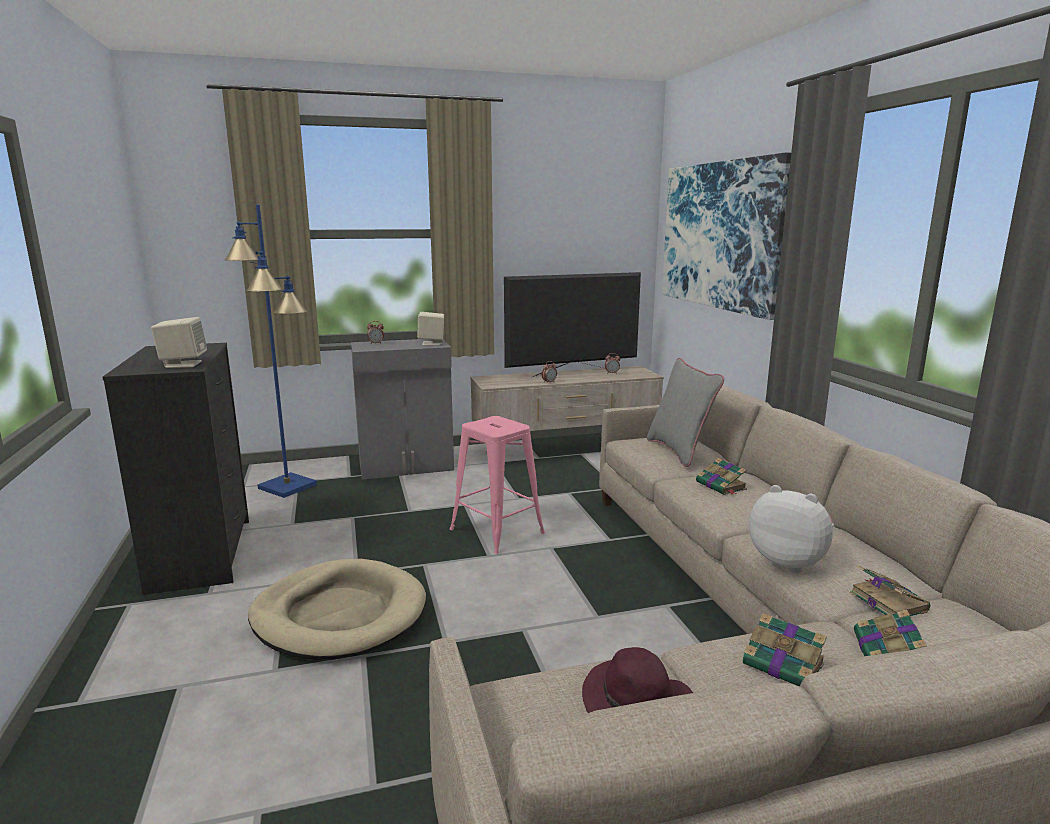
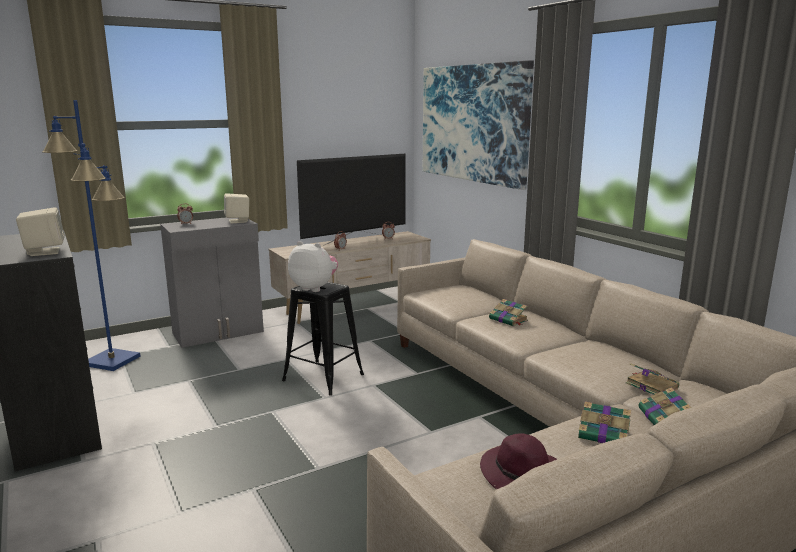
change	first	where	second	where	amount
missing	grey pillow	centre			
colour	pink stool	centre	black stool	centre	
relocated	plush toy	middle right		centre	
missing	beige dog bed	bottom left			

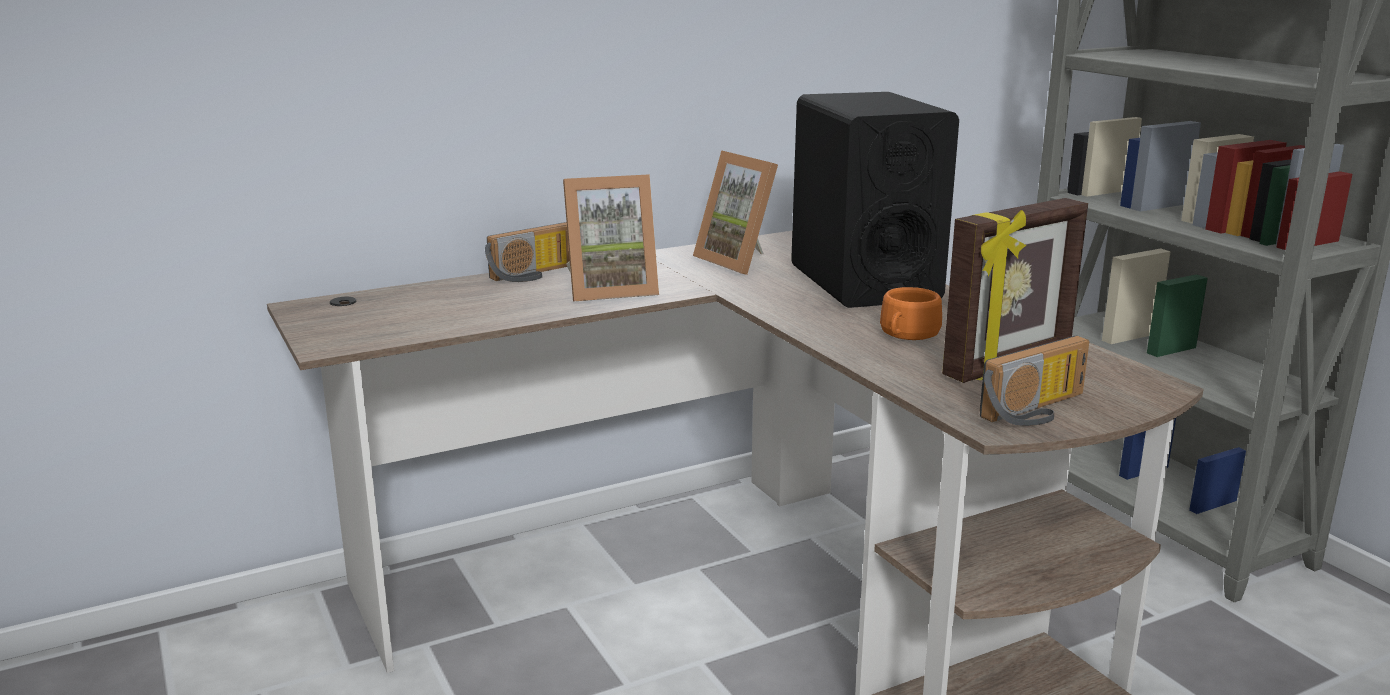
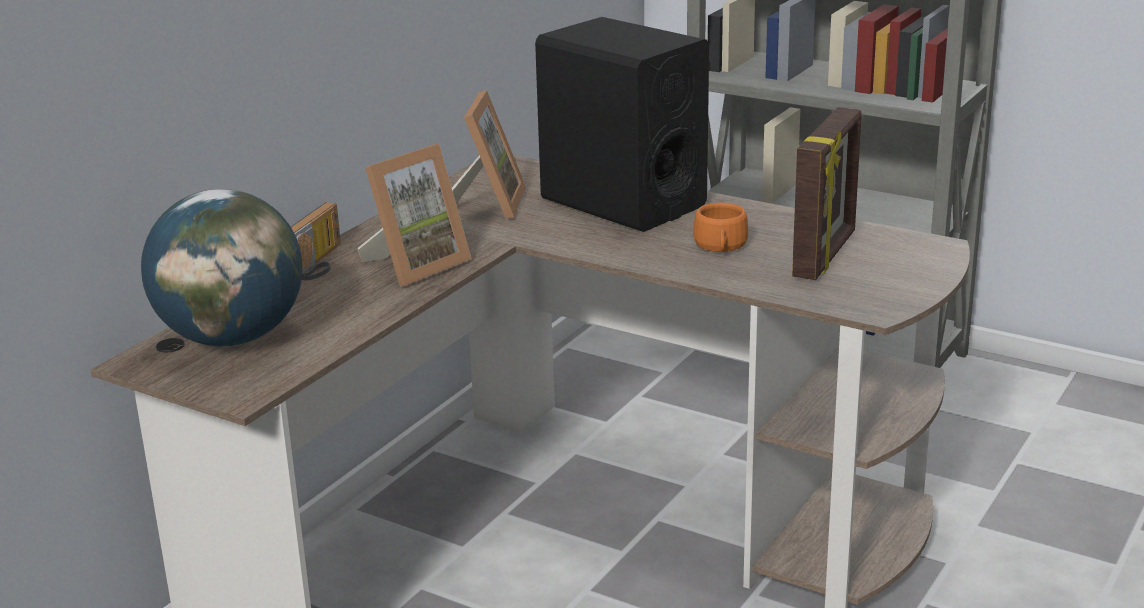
change	first	where	second	where	amount
spun	picture frame (no. 2 from left)	top centre		top centre	105 degrees counterclockwise
missing	radio (no. 2 from left)	middle right			
appeared			globe	middle left	

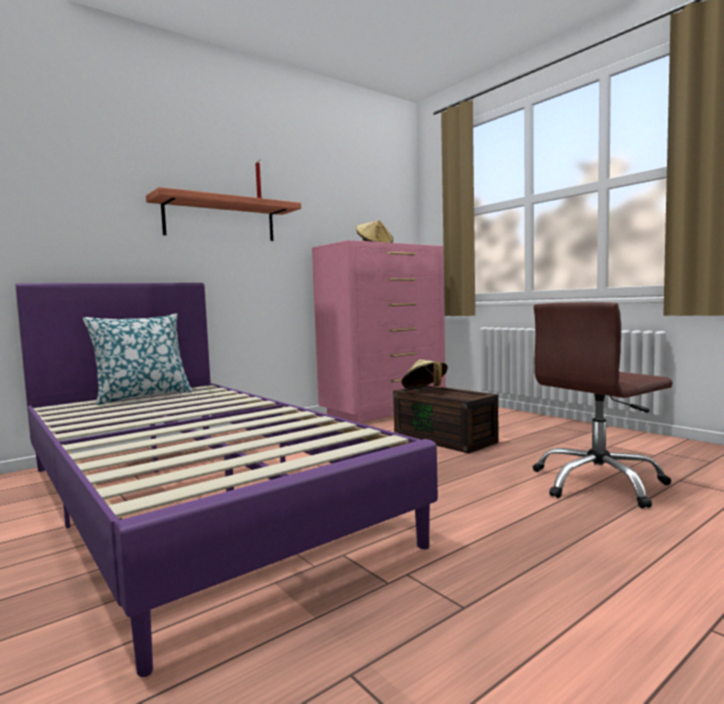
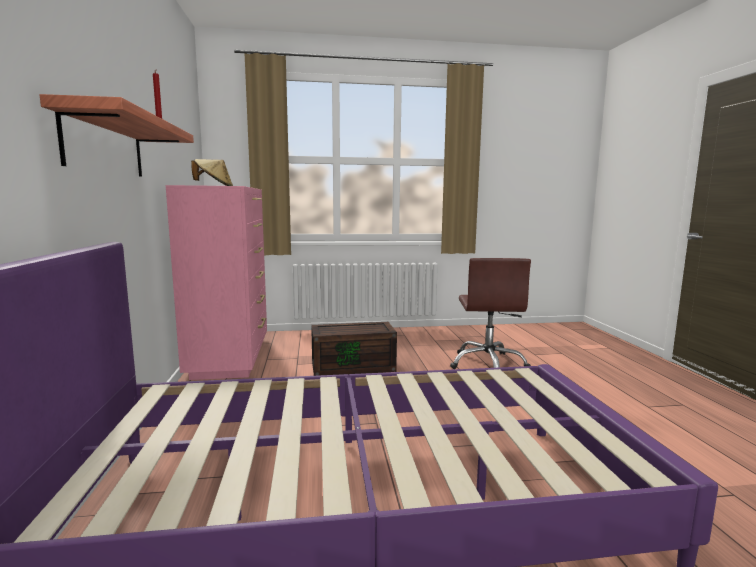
change	first	where	second	where	amount
missing	pillow	middle left			
missing	beige hat (no. 2 from left)	centre			

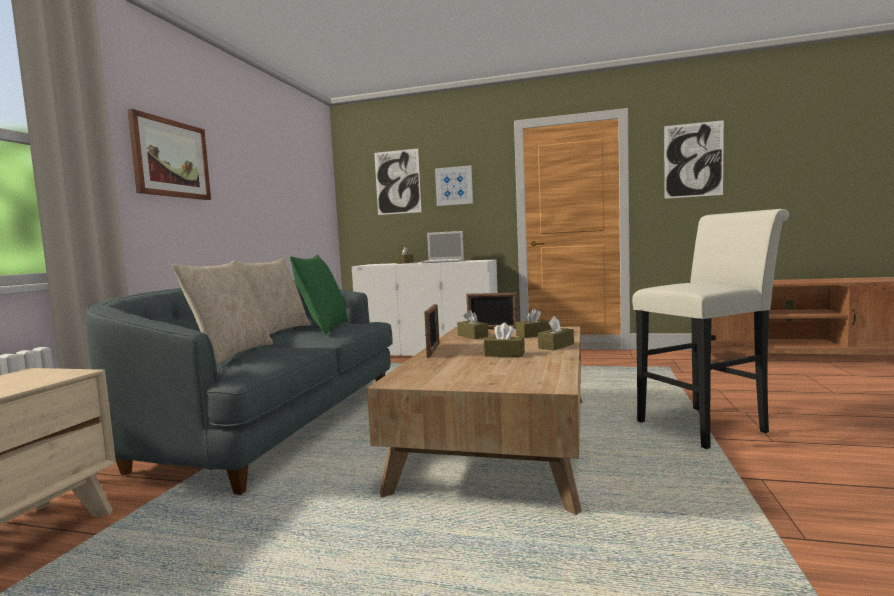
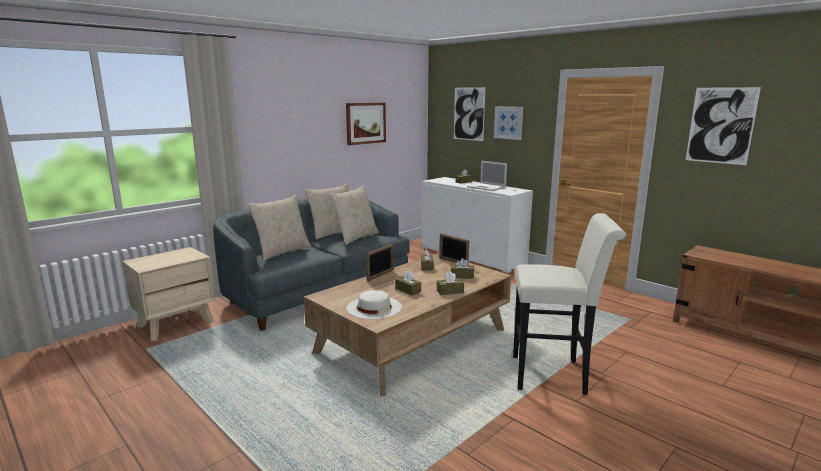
change	first	where	second	where	amount
relocated	picture (no. 1 from left)	top left		top centre	
colour	green pillow	centre	beige pillow (no. 3 from left)	centre	
appeared			white hat	centre	

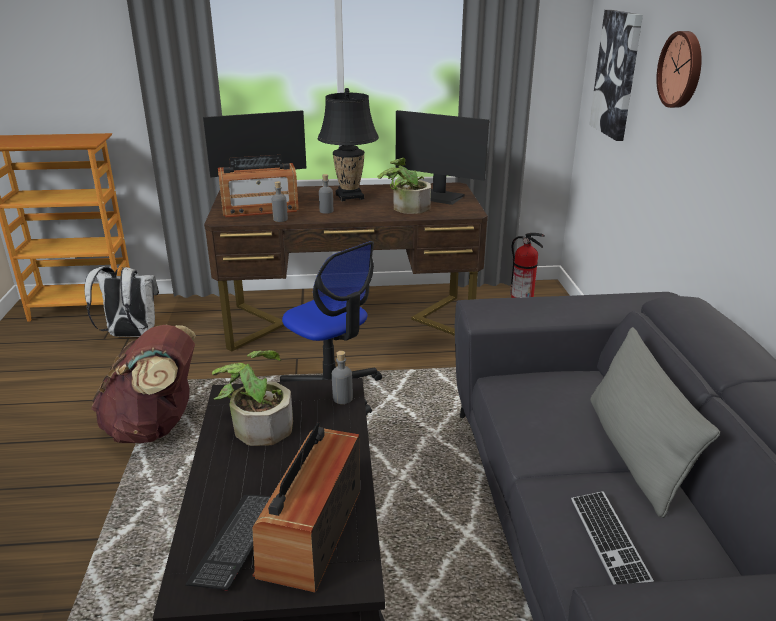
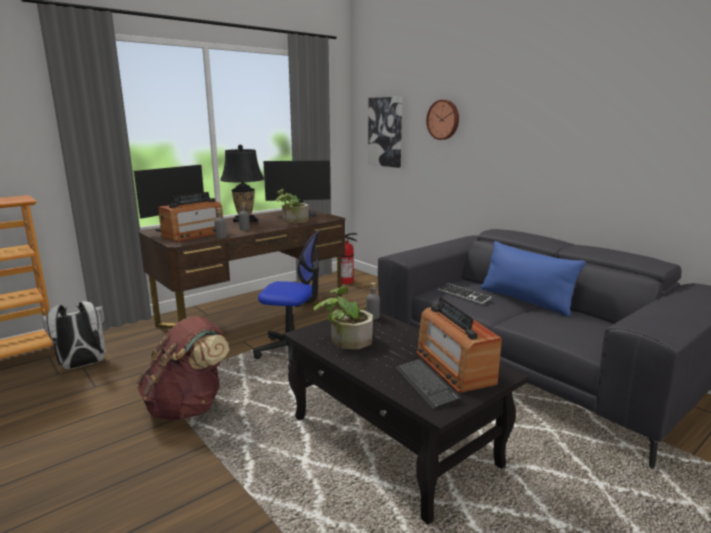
change	first	where	second	where	amount
colour	grey pillow	bottom right	blue pillow	middle right	
relocated	keyboard (no. 2 from left)	bottom right		centre	

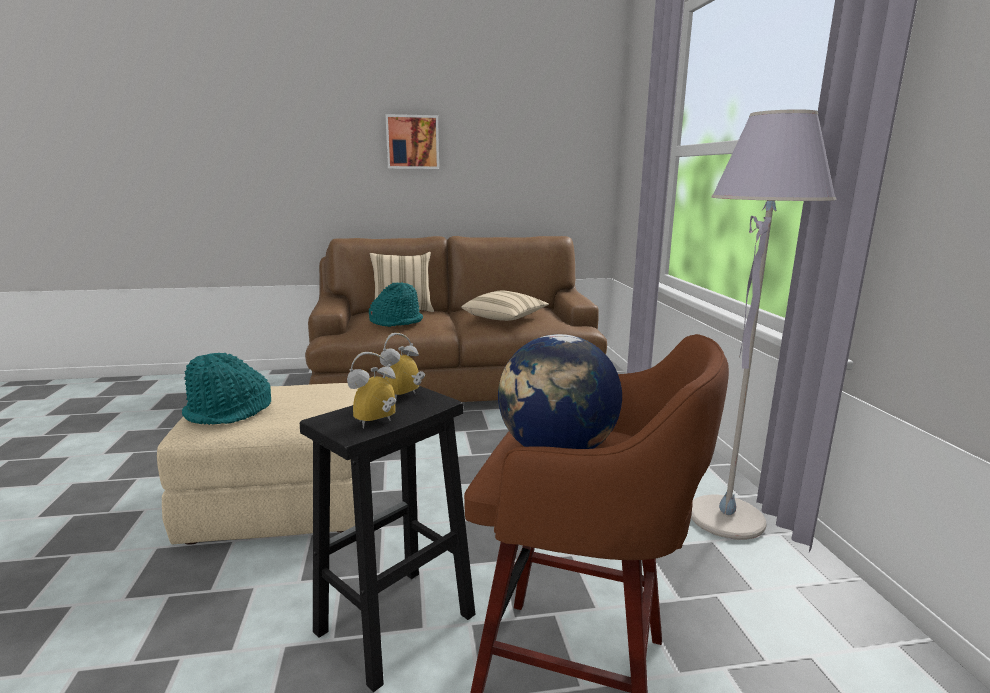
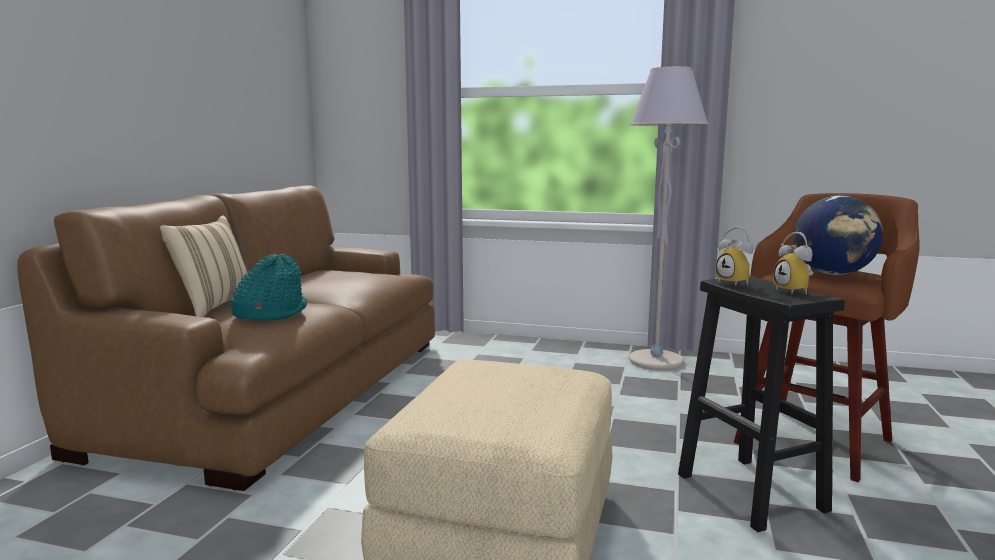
change	first	where	second	where	amount
missing	picture	top centre			
missing	beige pillow (no. 2 from left)	centre			
missing	turquoise hat (no. 1 from left)	middle left			

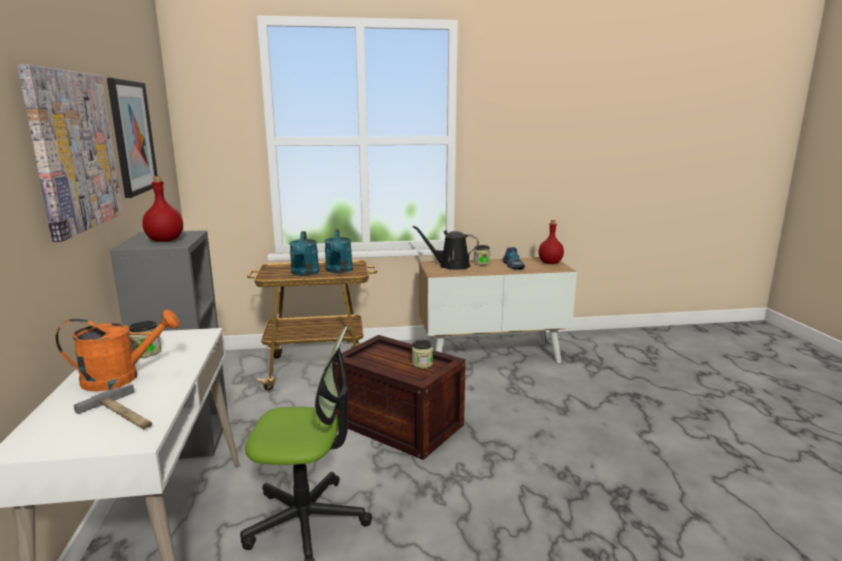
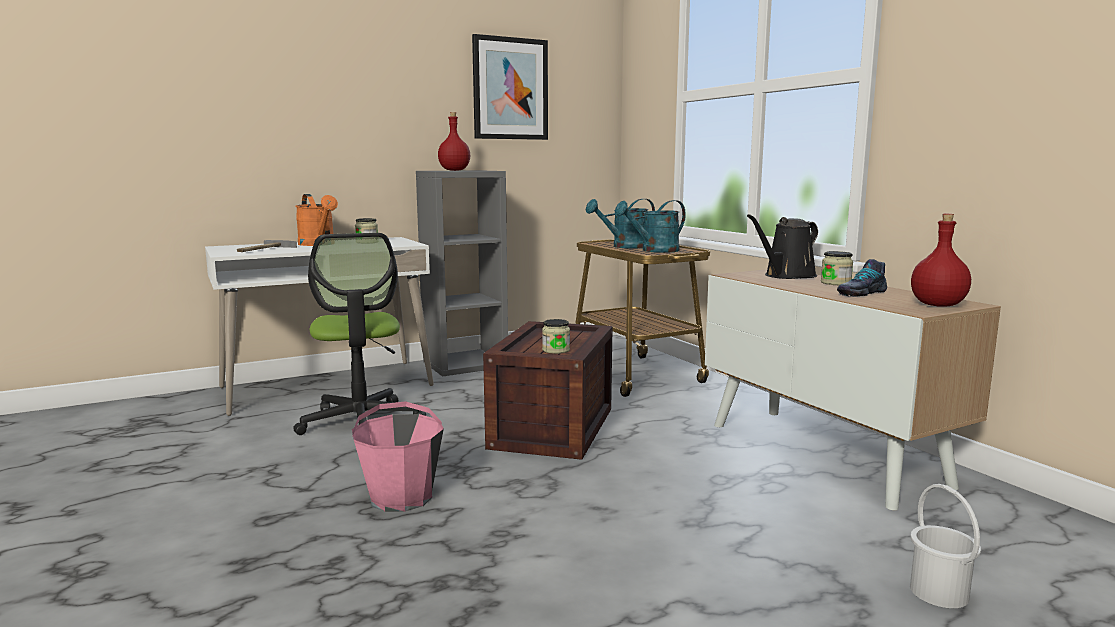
change	first	where	second	where	amount
missing	picture (no. 1 from left)	top left			
spun	black watering can	centre		middle right	120 degrees counterclockwise
appeared			pink bucket	bottom centre	
appeared			white bucket	bottom right	

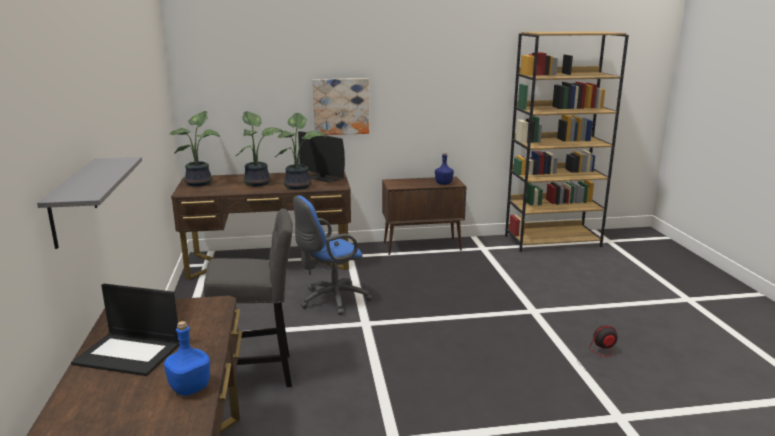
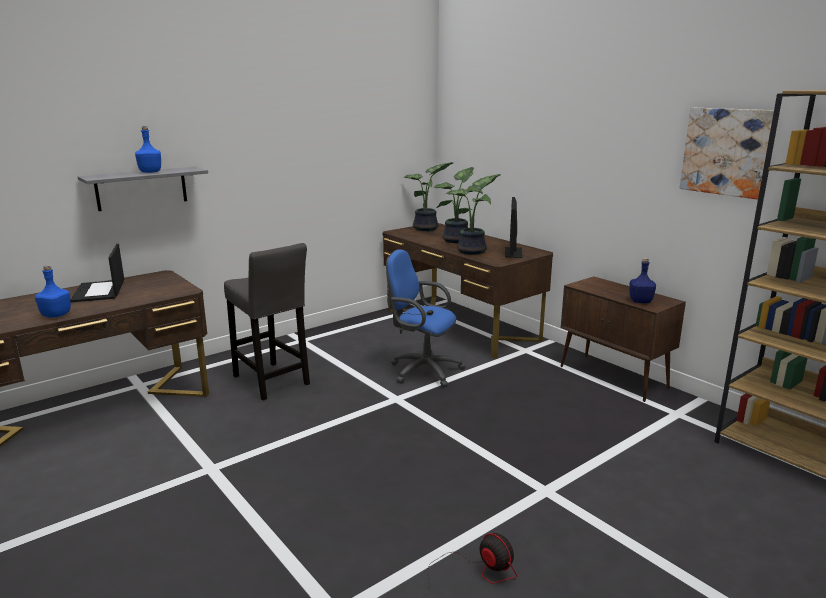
change	first	where	second	where	amount
relocated	picture	top centre		top right	
appeared			blue bottle (no. 2 from left)	top left	

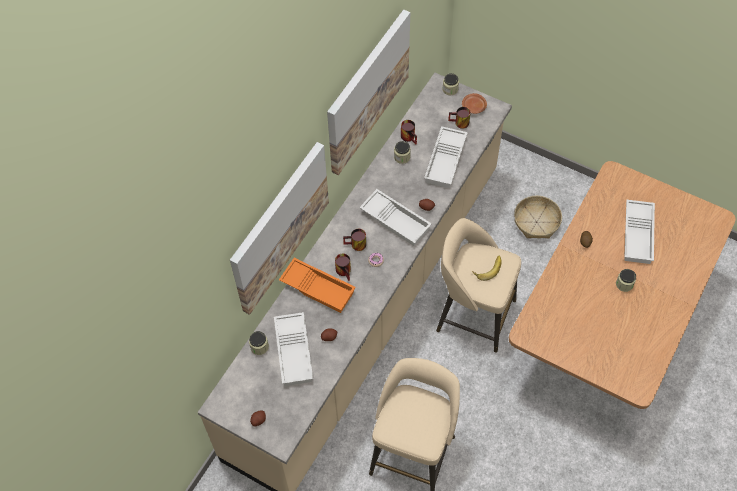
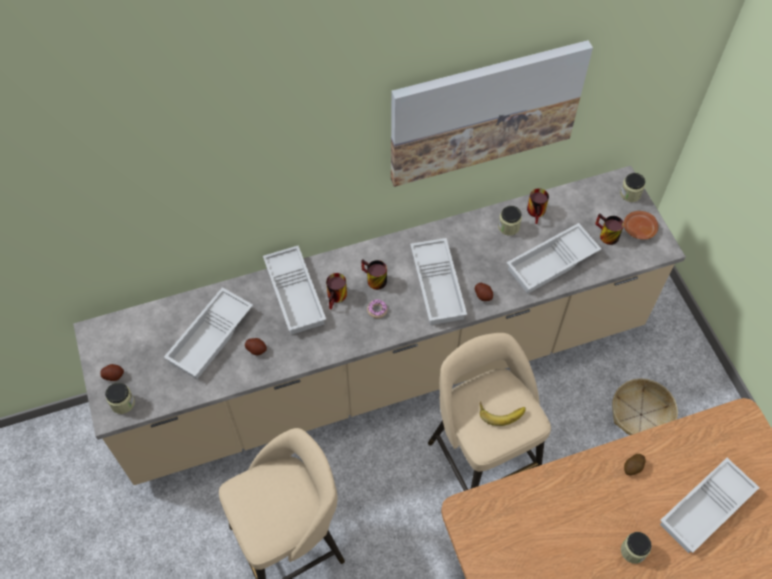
change	first	where	second	where	amount
missing	picture (no. 1 from left)	centre			
colour	orange tray	centre	white tray (no. 2 from left)	centre	
relocated	jar (no. 1 from left)	bottom centre		bottom left	

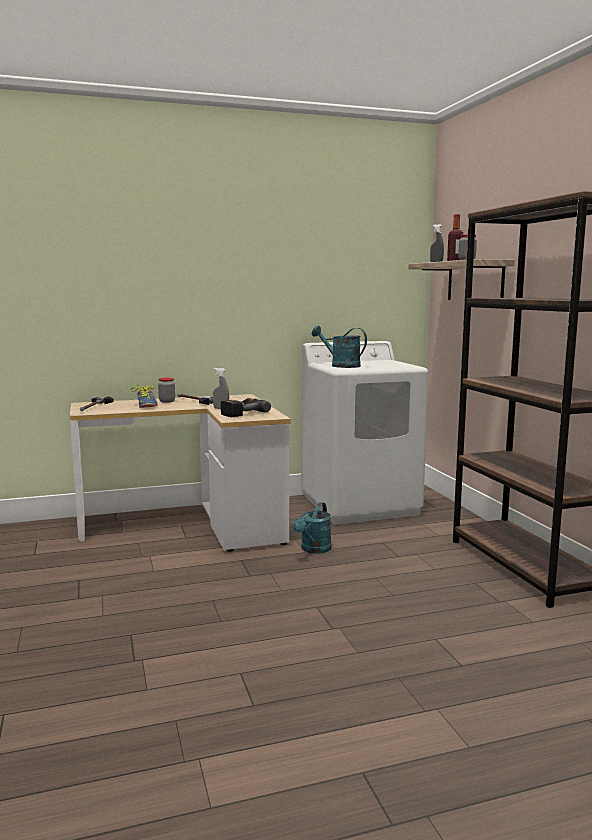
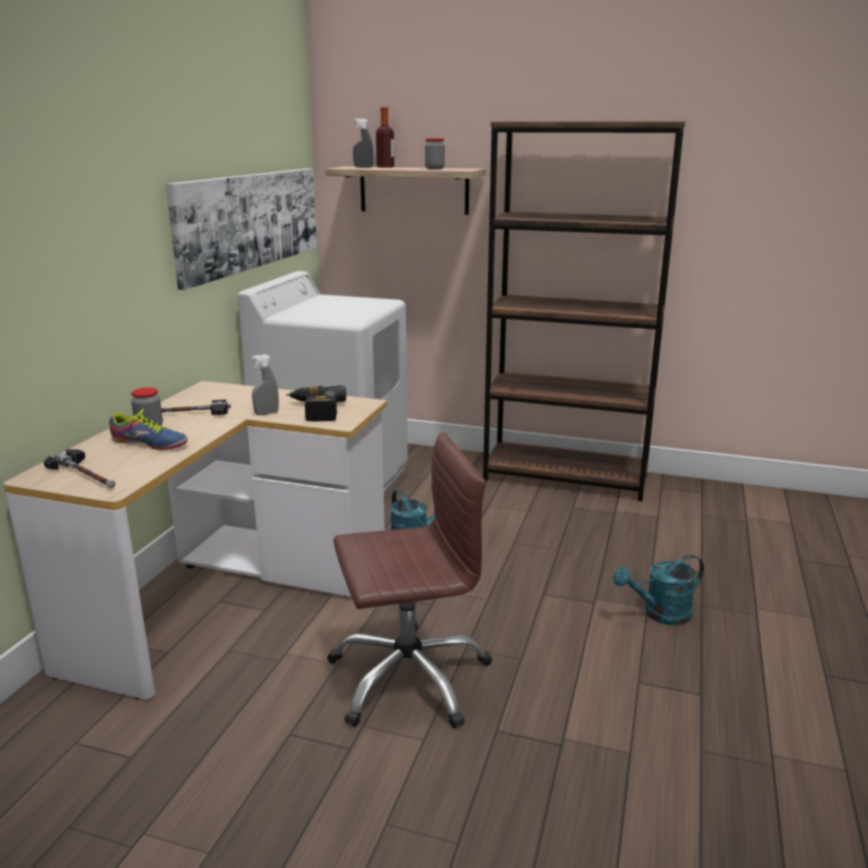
change	first	where	second	where	amount
relocated	turquoise watering can (no. 2 from left)	centre		bottom right	
appeared			picture	top left	
appeared			brown office chair	bottom centre	

